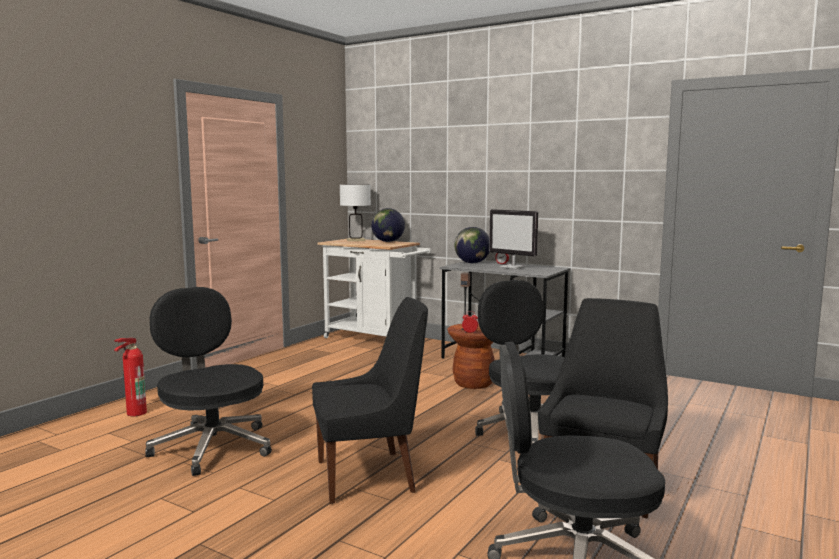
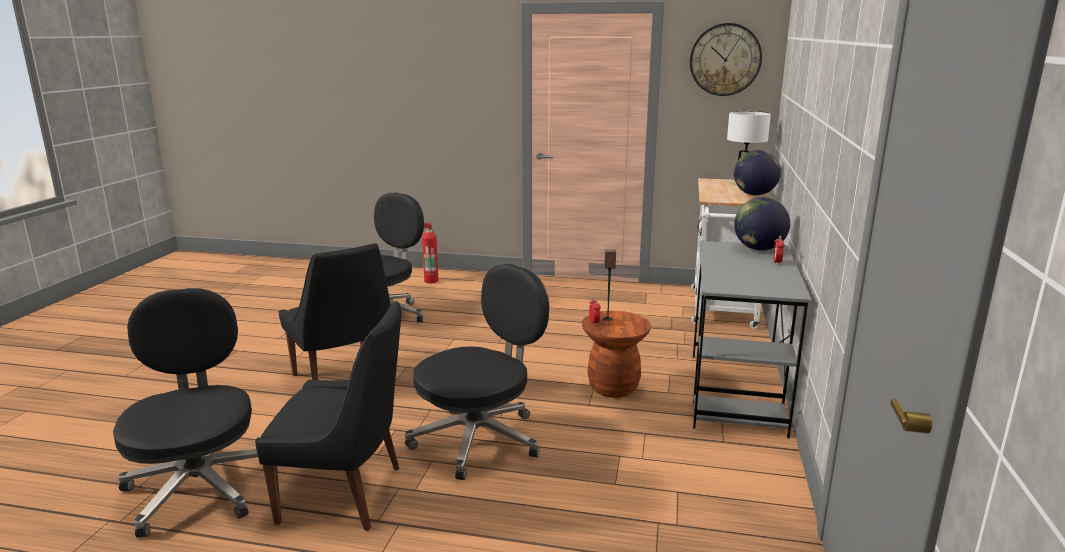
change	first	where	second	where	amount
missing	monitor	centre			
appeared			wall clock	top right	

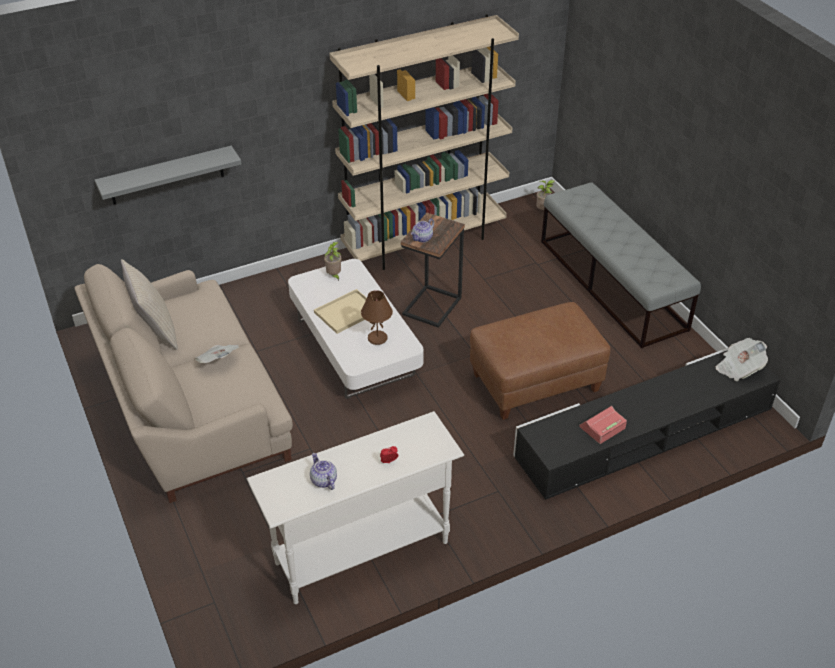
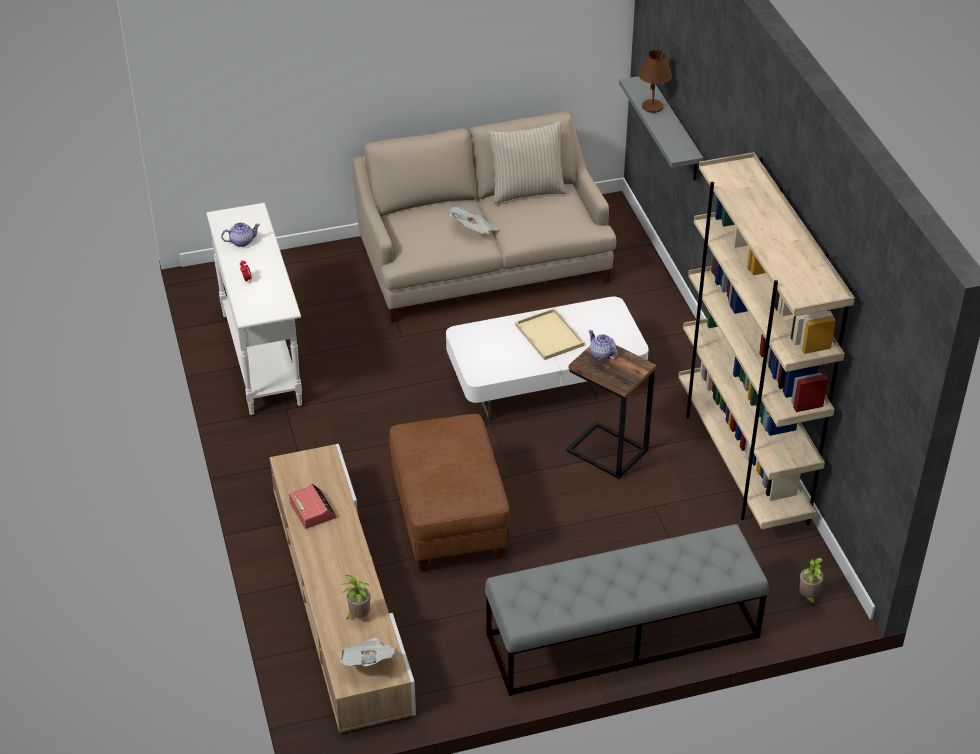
change	first	where	second	where	amount
relocated	potted plant (no. 1 from left)	centre		bottom centre	
relocated	brown table lamp	centre		top right	
colour	black tv stand	middle right	beige tv stand	bottom centre	

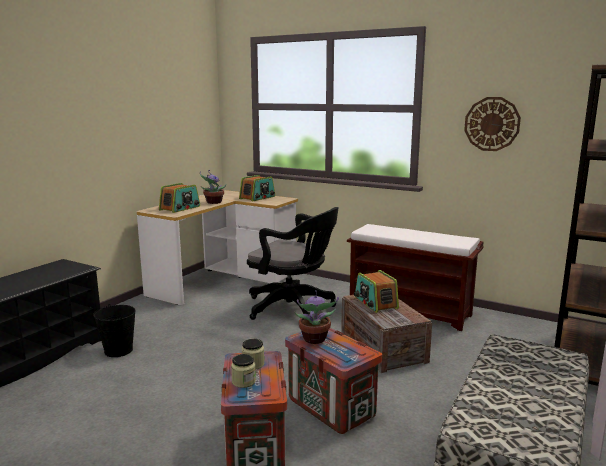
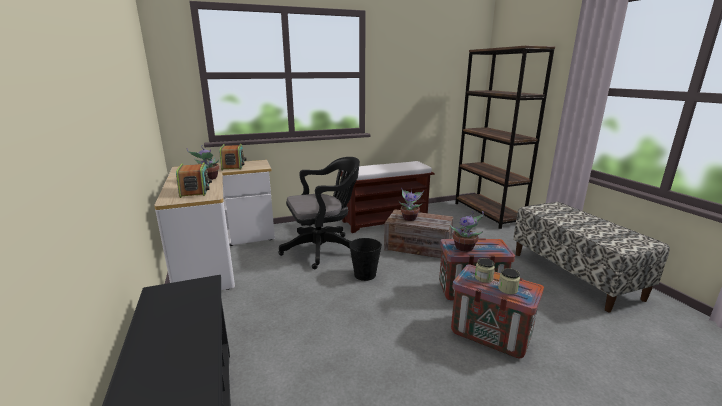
change	first	where	second	where	amount
missing	wall clock	top right			
exchanged	radio (no. 3 from left)	centre	potted plant (no. 2 from left)	centre	
relocated	black bucket	bottom left		centre	

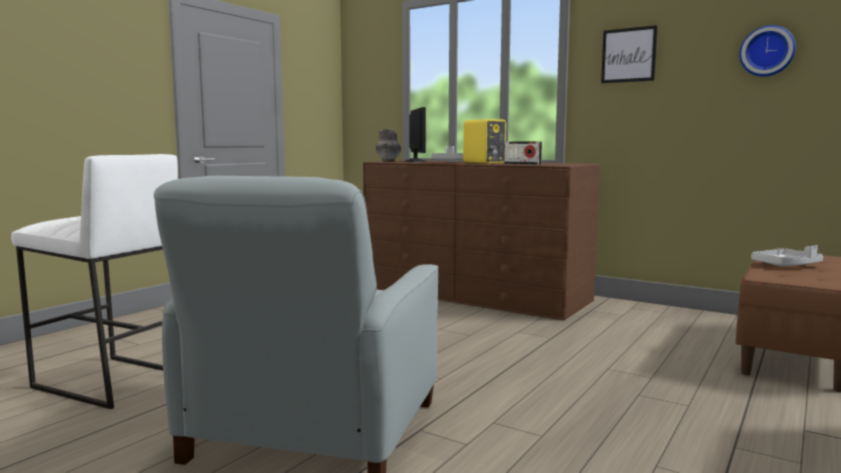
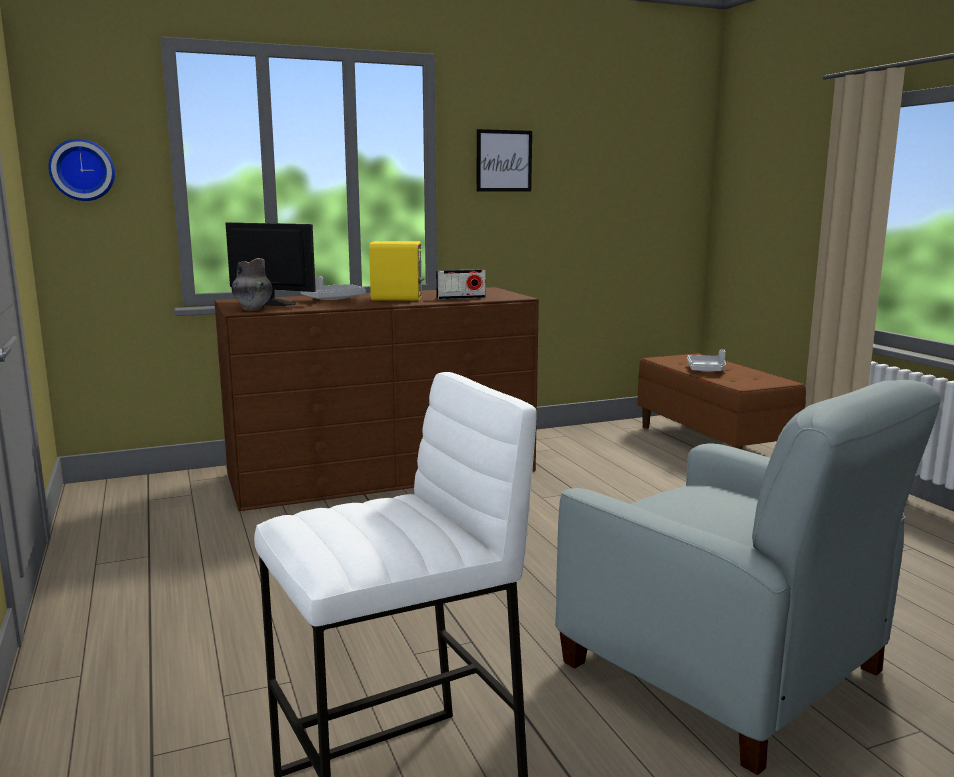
change	first	where	second	where	amount
relocated	wall clock	top right		top left	

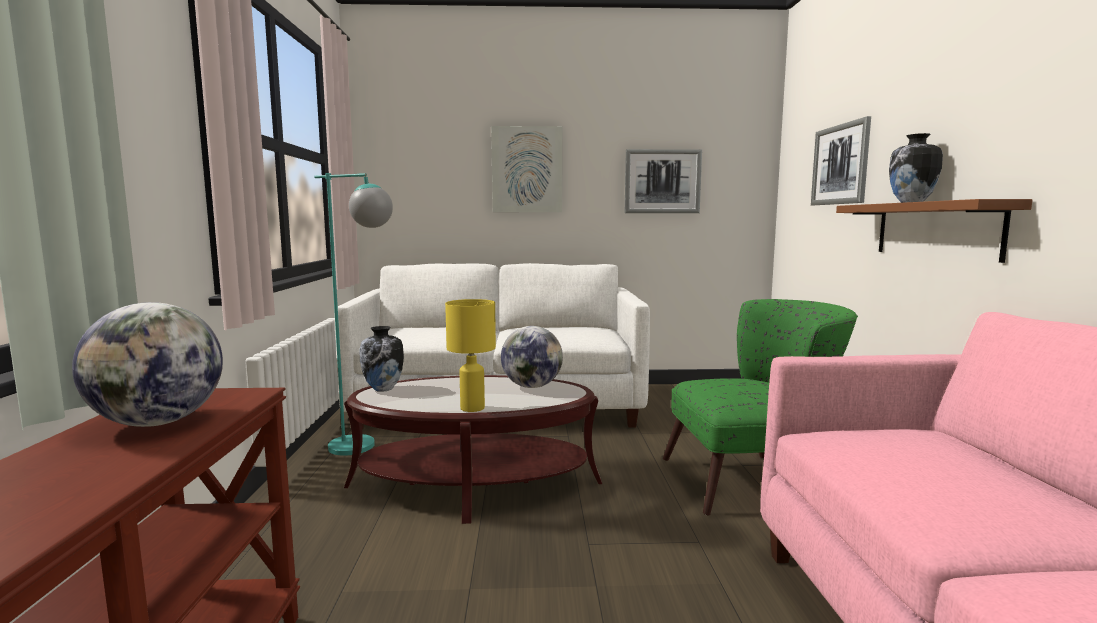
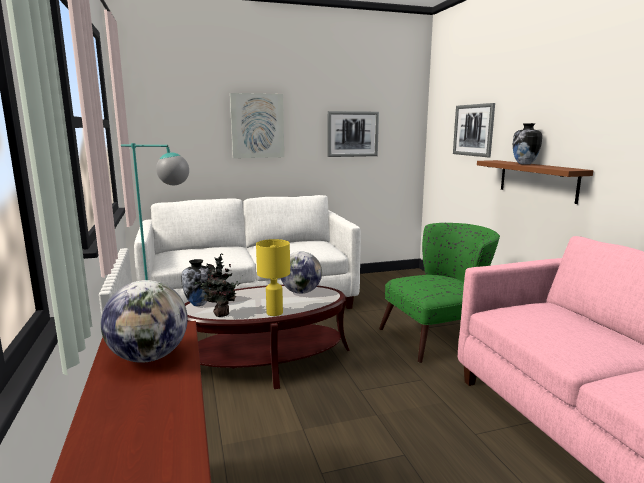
change	first	where	second	where	amount
appeared			potted plant	centre	

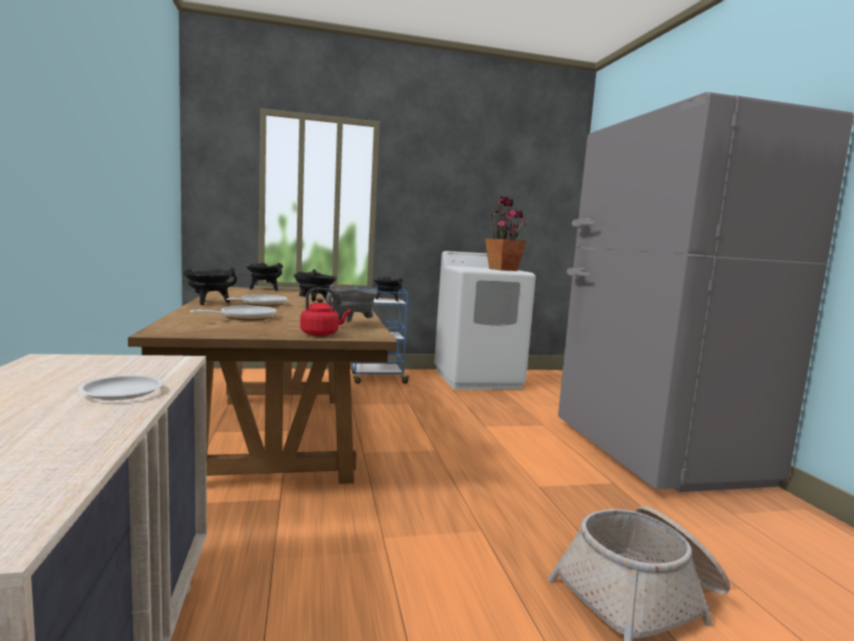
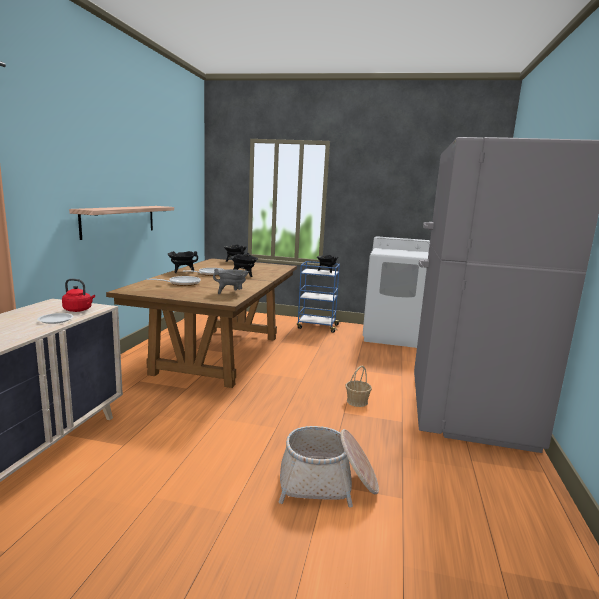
change	first	where	second	where	amount
missing	potted plant	centre			
relocated	red kettle	centre		middle left	
appeared			shelf	middle left	
appeared			basket (no. 2 from left)	centre	

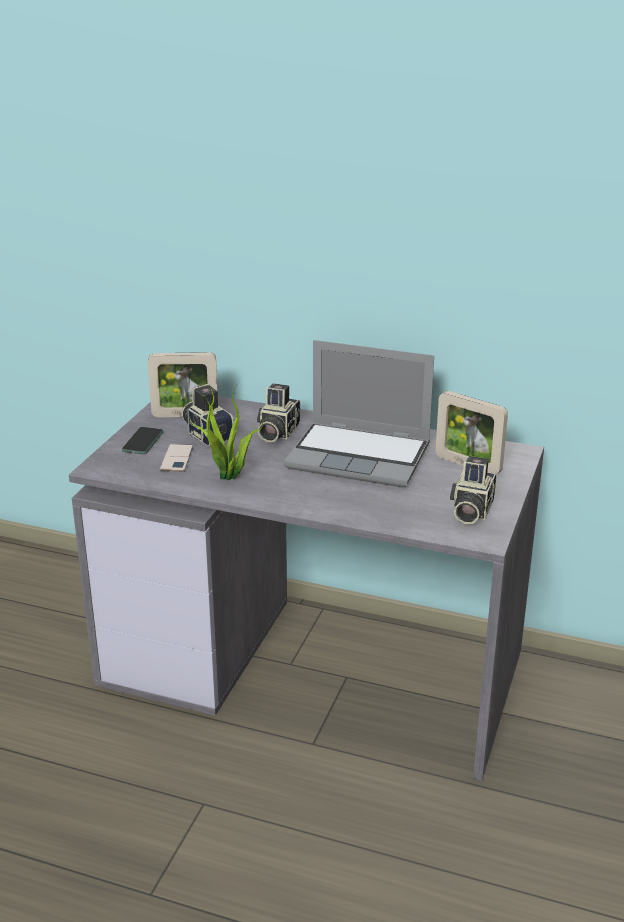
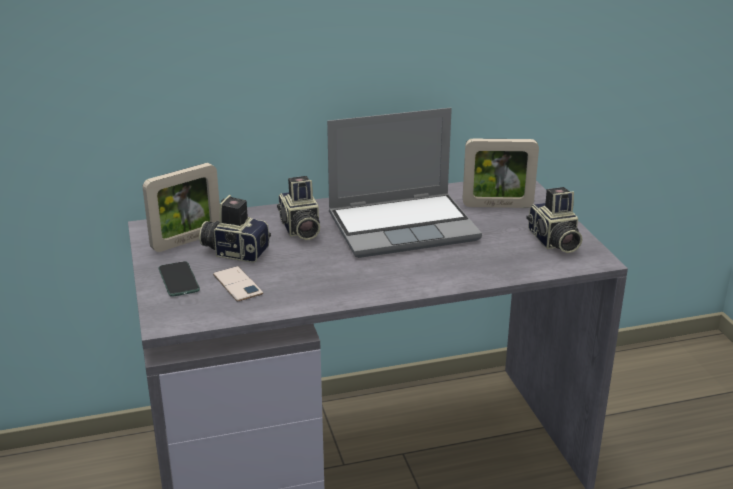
change	first	where	second	where	amount
missing	potted plant	centre			

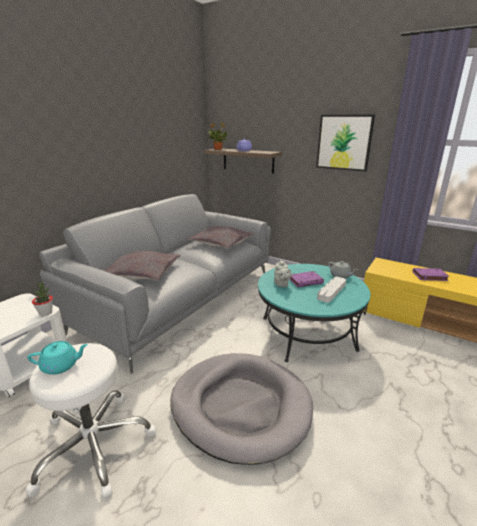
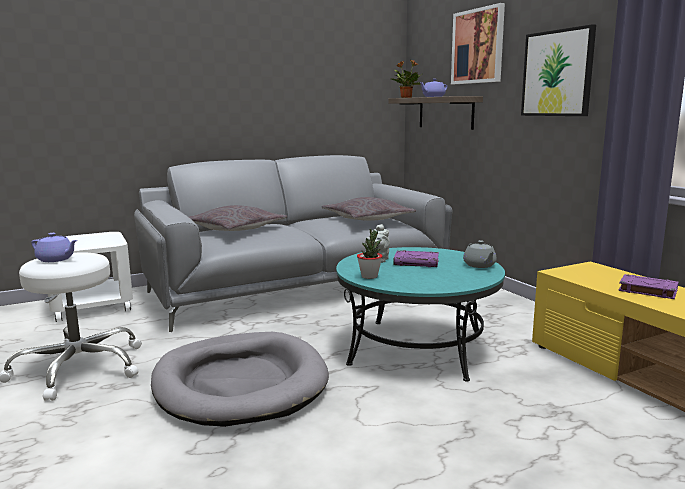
change	first	where	second	where	amount
missing	grey tray	middle right			
relocated	potted plant (no. 1 from left)	middle left		centre	
colour	turquoise teapot	bottom left	purple teapot (no. 1 from left)	middle left	
appeared			picture (no. 1 from left)	top right	

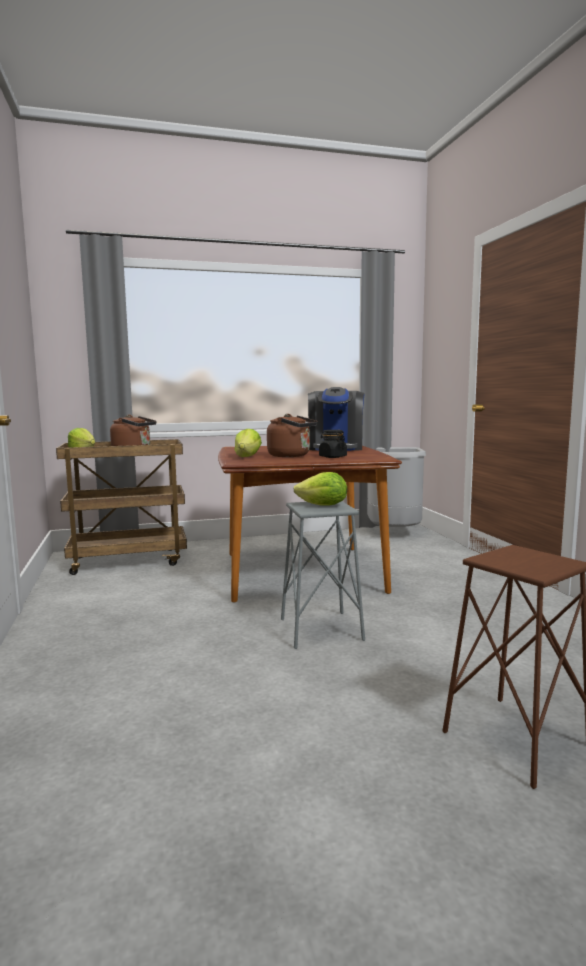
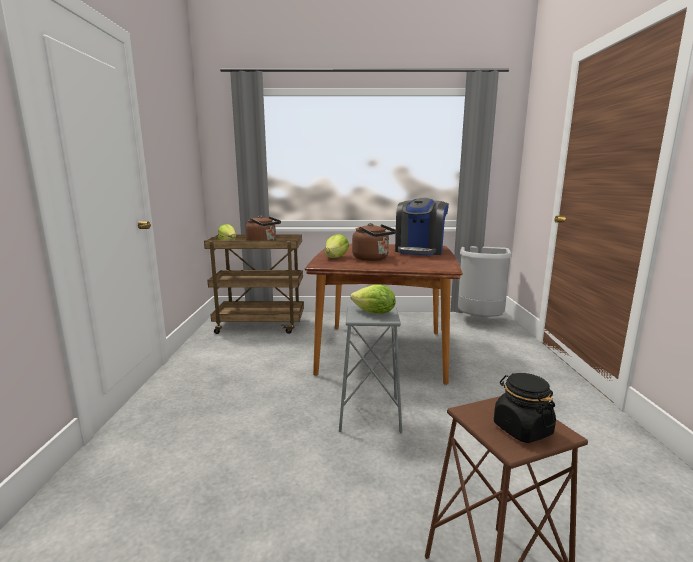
change	first	where	second	where	amount
relocated	black jar	centre		bottom right	

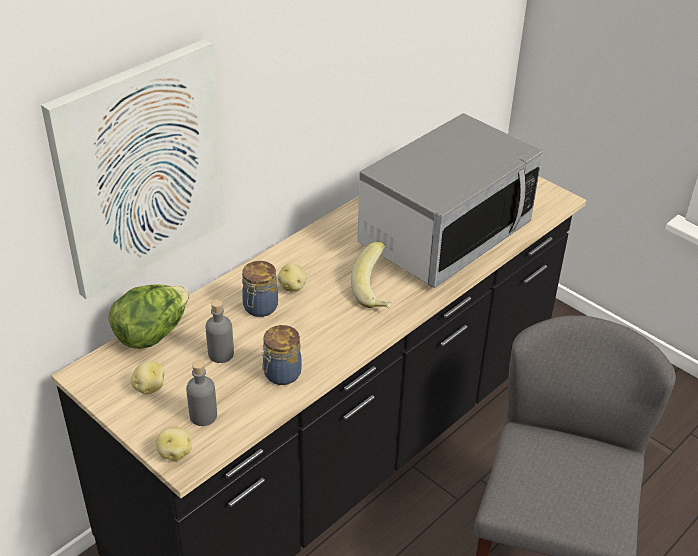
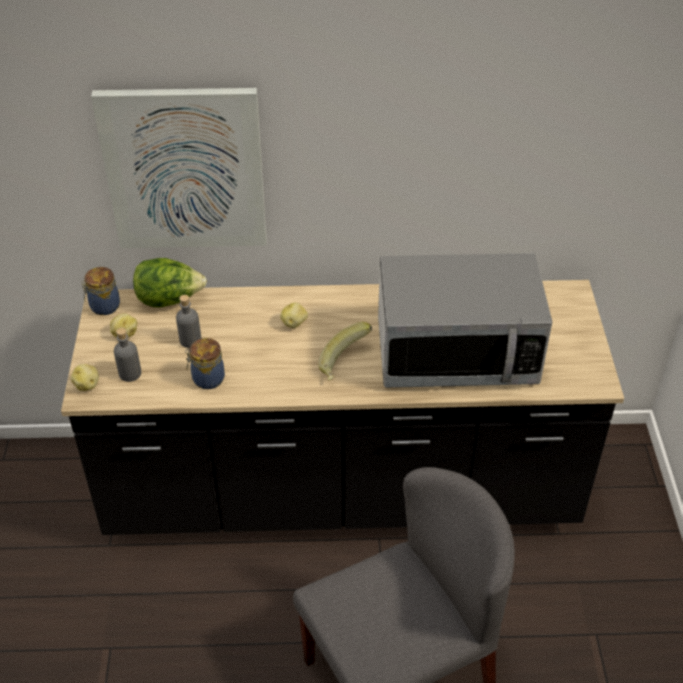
change	first	where	second	where	amount
relocated	jar (no. 1 from left)	centre		middle left	

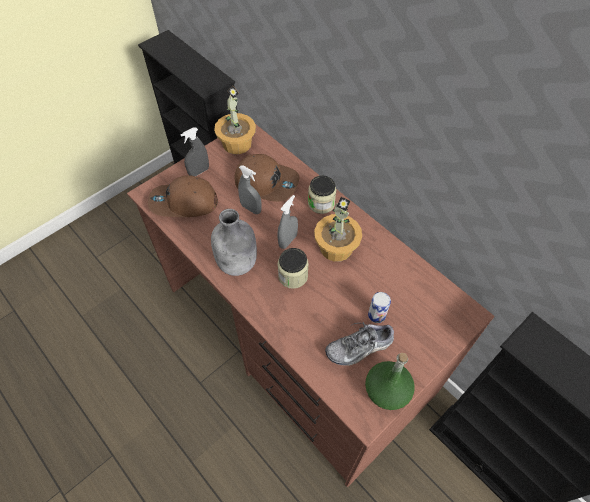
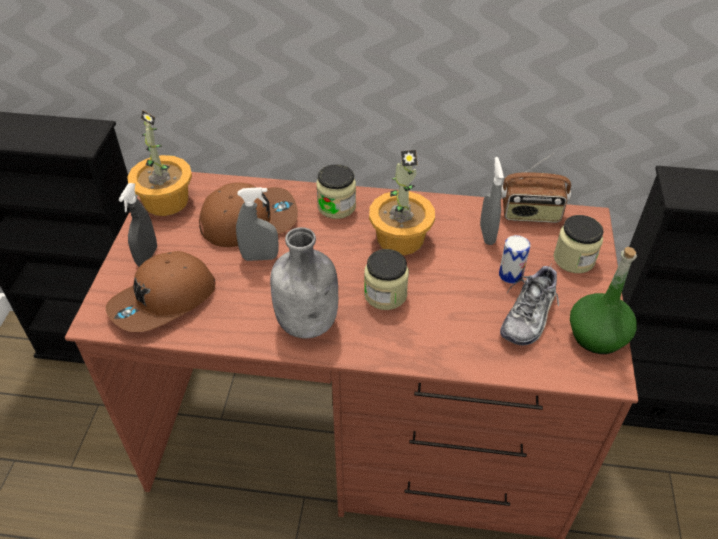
change	first	where	second	where	amount
relocated	grey spray bottle (no. 3 from left)	centre		middle right	
appeared			radio	middle right	
appeared			jar (no. 3 from left)	middle right	

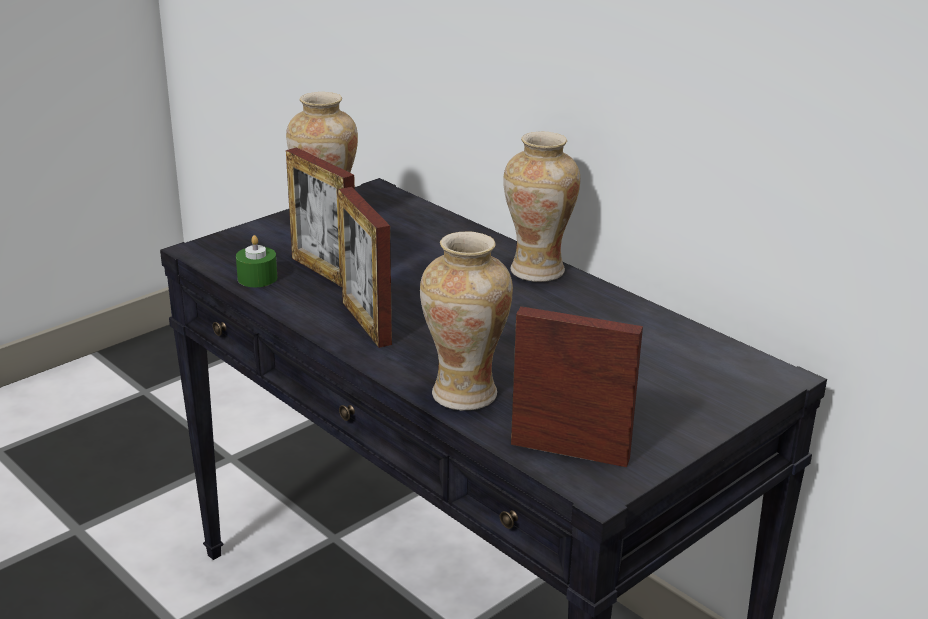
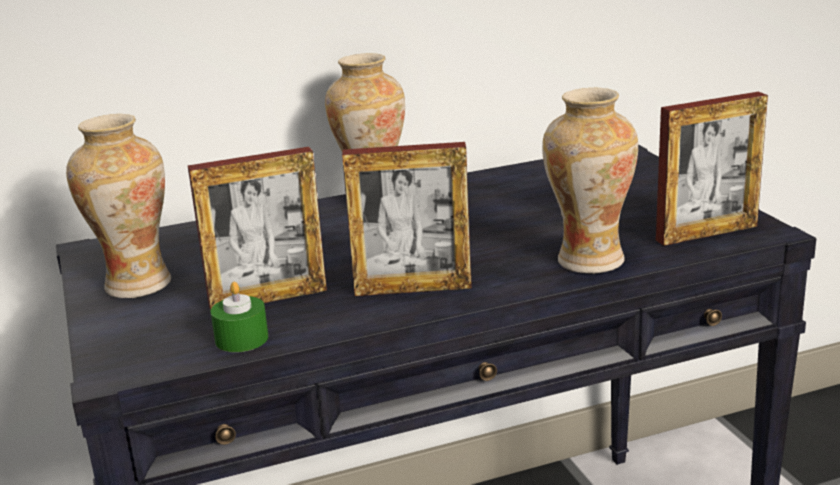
change	first	where	second	where	amount
spun	picture frame (no. 3 from left)	centre		middle right	150 degrees counterclockwise

